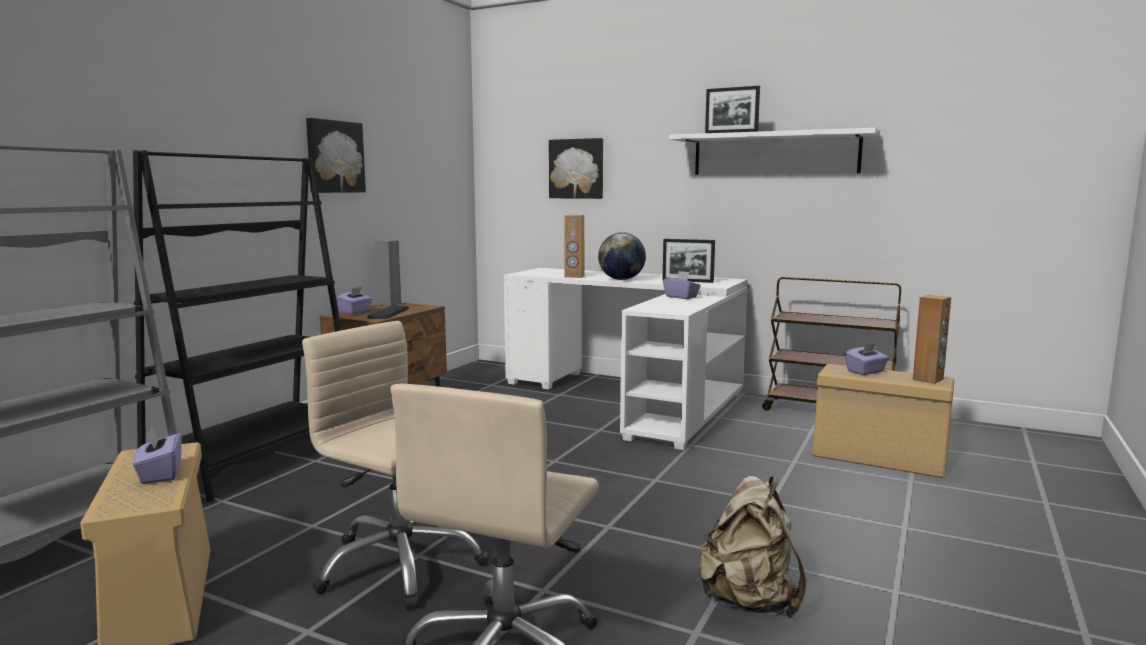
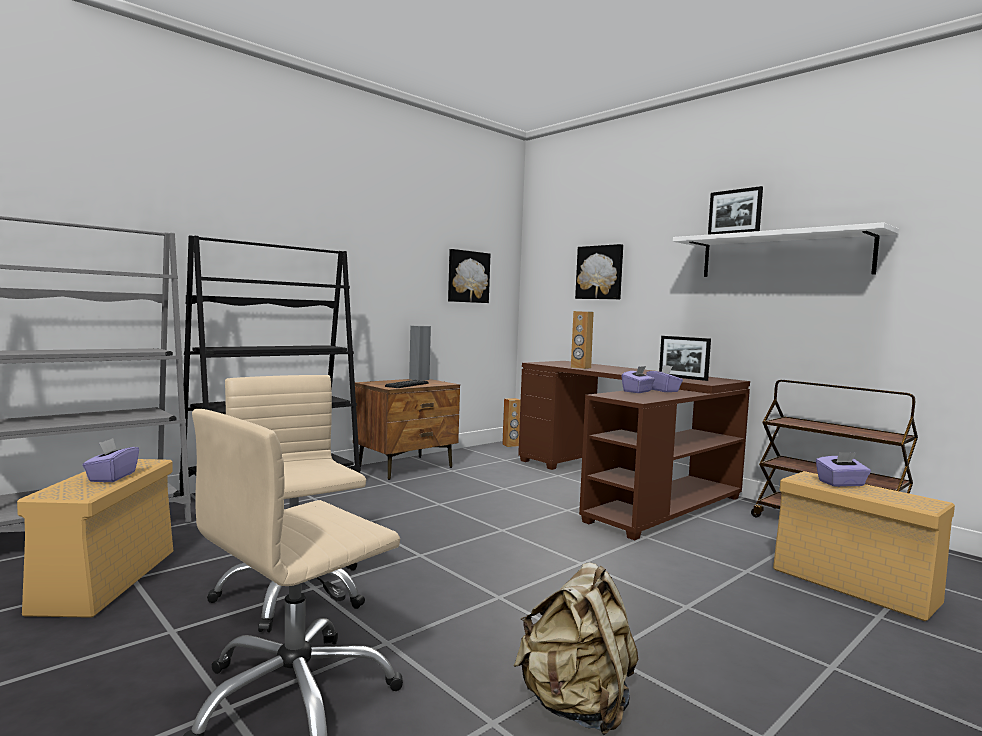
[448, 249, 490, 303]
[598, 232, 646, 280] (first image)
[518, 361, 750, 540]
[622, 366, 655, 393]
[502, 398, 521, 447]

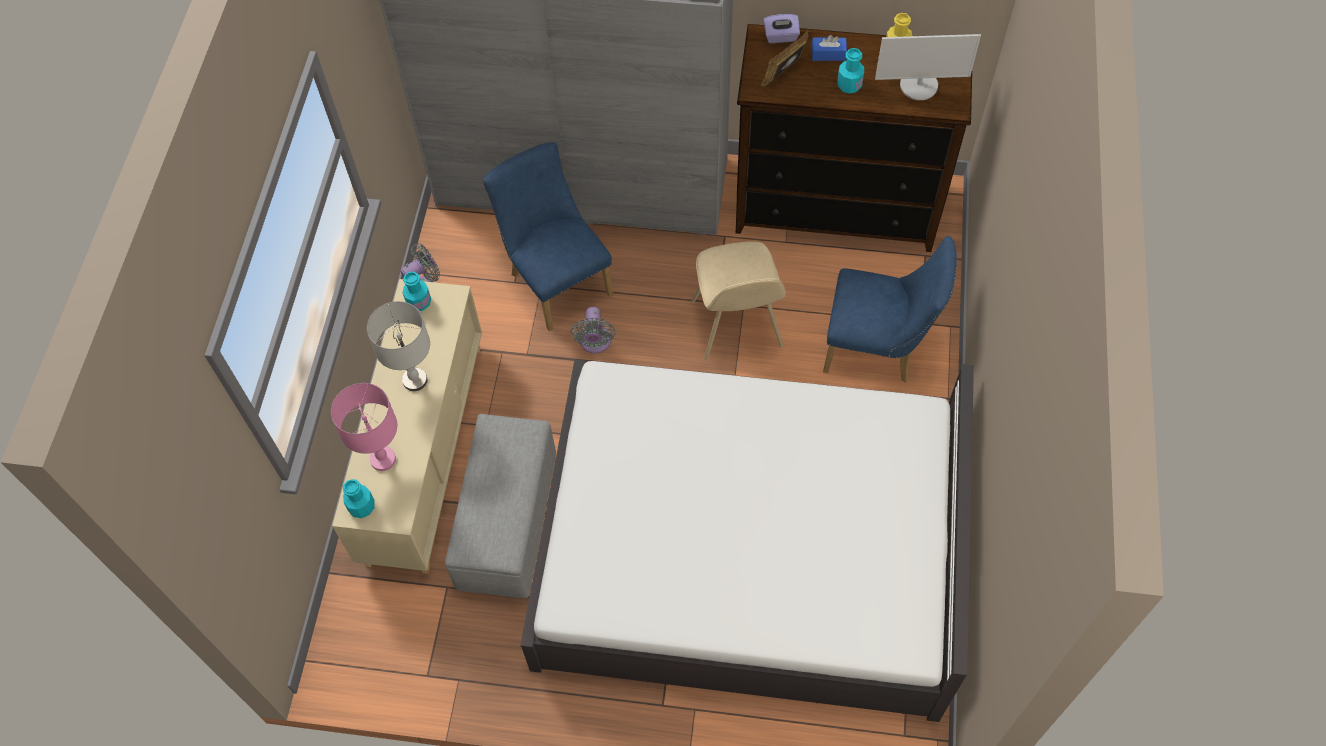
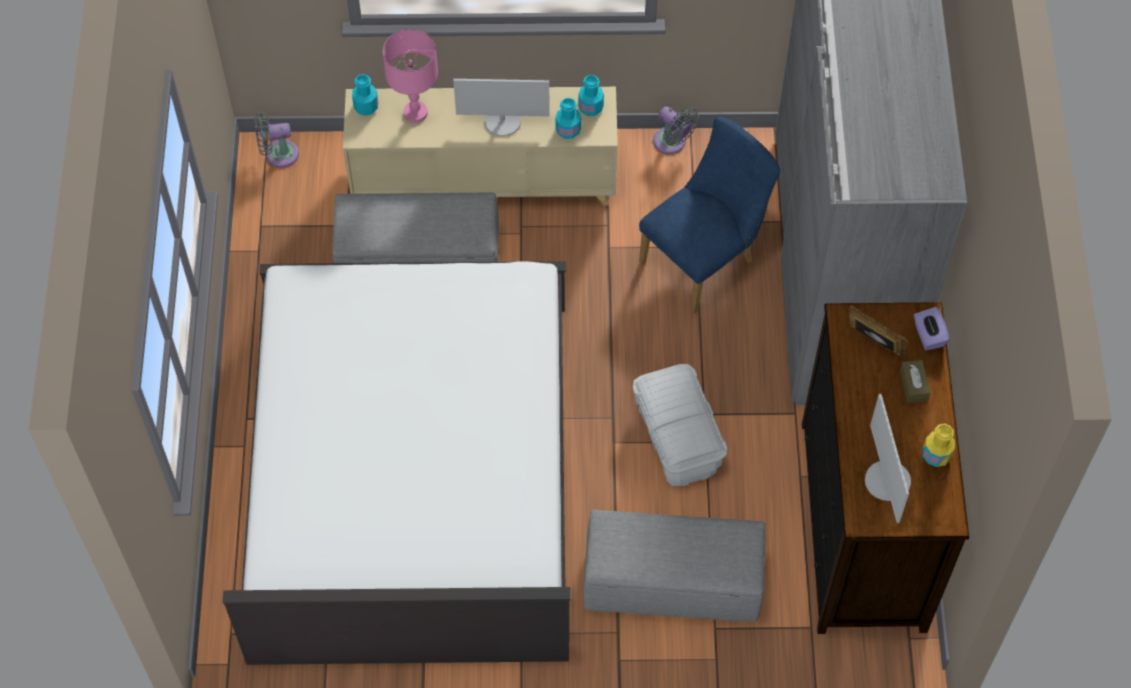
[900, 360, 930, 403]
[556, 98, 581, 139]
[583, 510, 766, 622]
[633, 364, 727, 486]
[453, 79, 550, 136]
[254, 111, 299, 167]

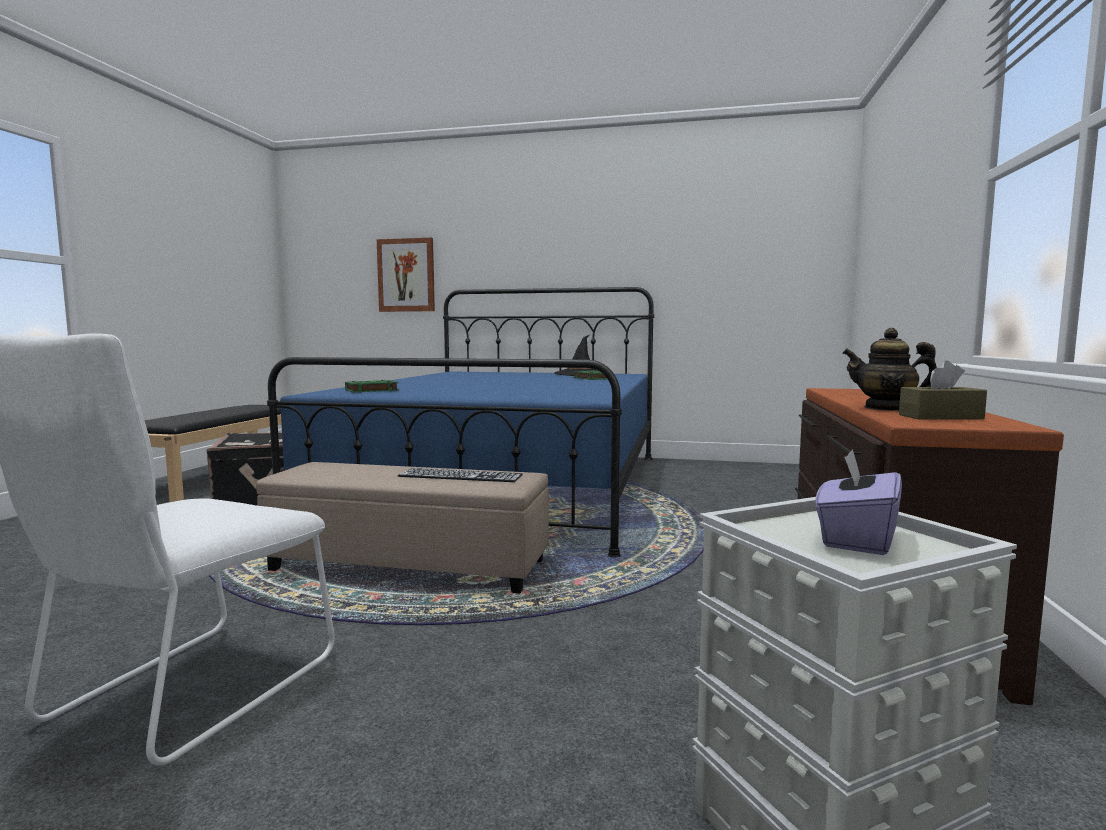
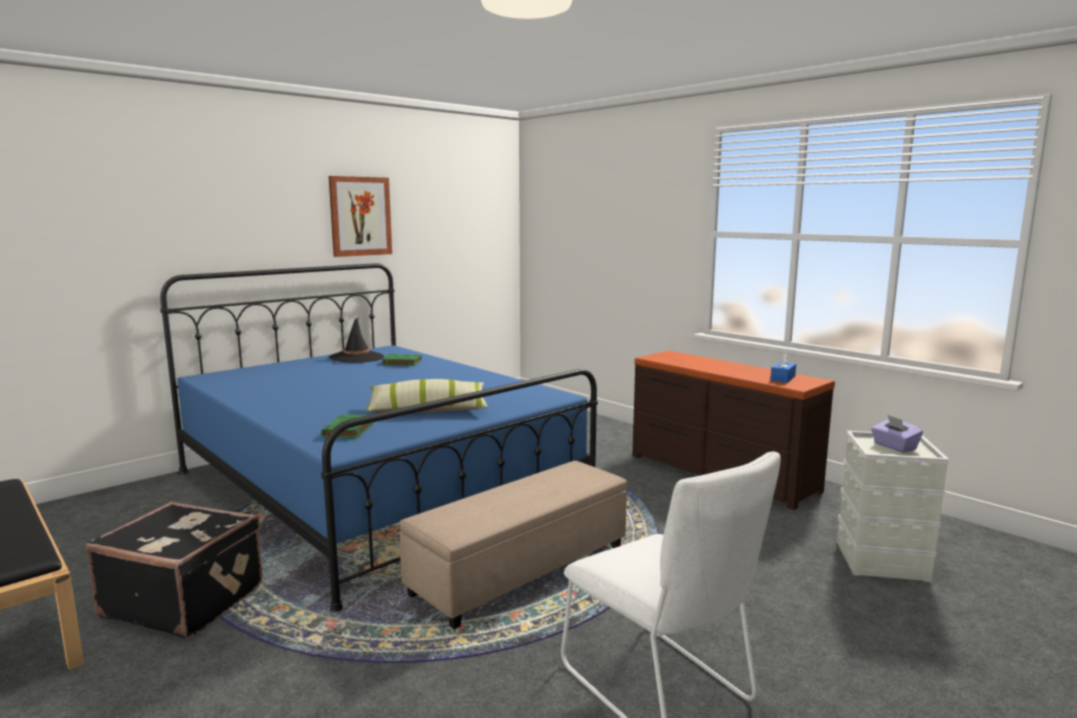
[329, 176, 392, 257]
[842, 328, 937, 411] (first image)
[770, 353, 796, 383]
[398, 468, 523, 482] (first image)
[366, 379, 488, 413]

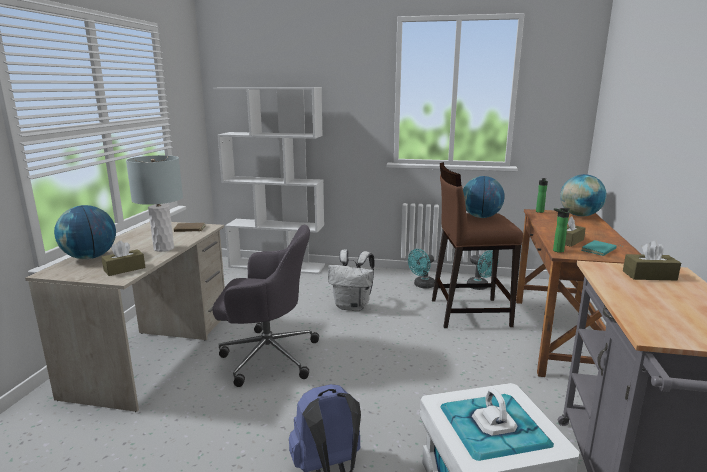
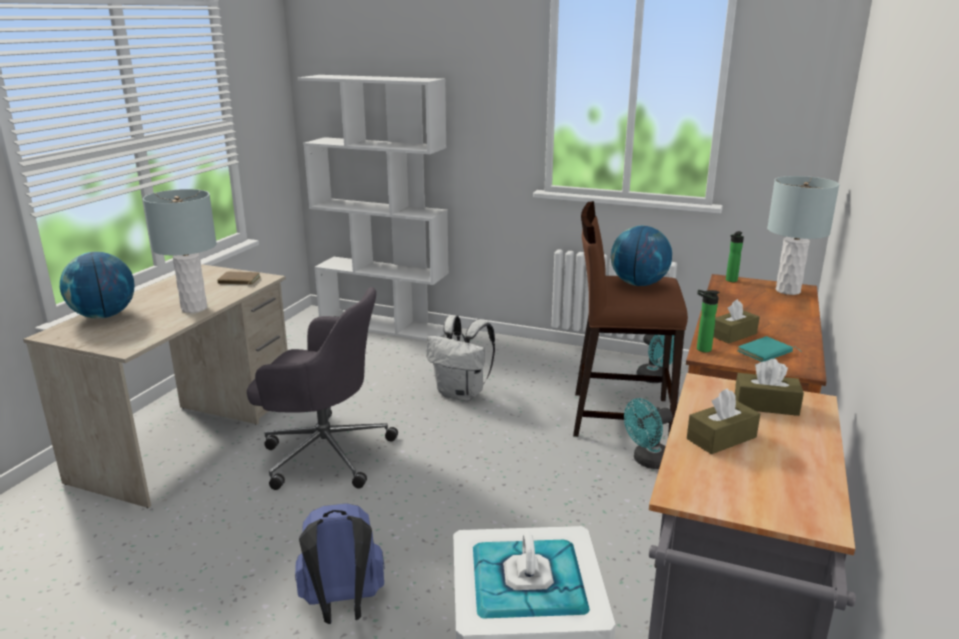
[767, 176, 839, 295]
[687, 388, 760, 454]
[624, 398, 673, 469]

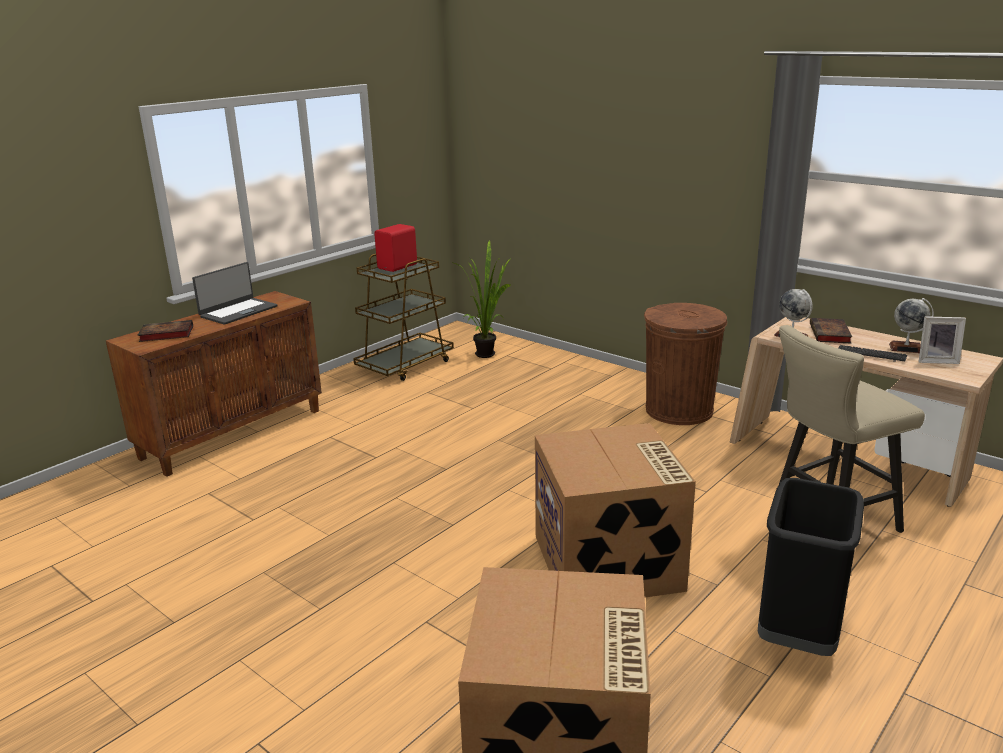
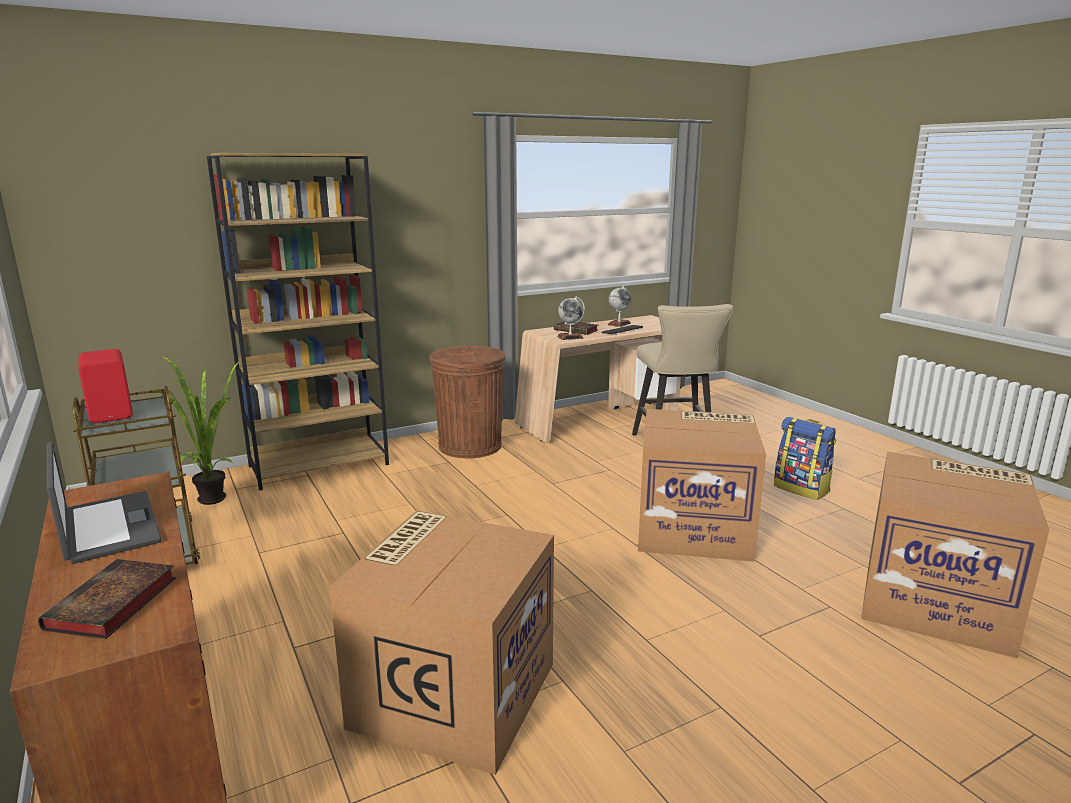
[919, 316, 966, 364] (first image)
[774, 417, 836, 500]
[207, 153, 389, 491]
[330, 511, 554, 775]

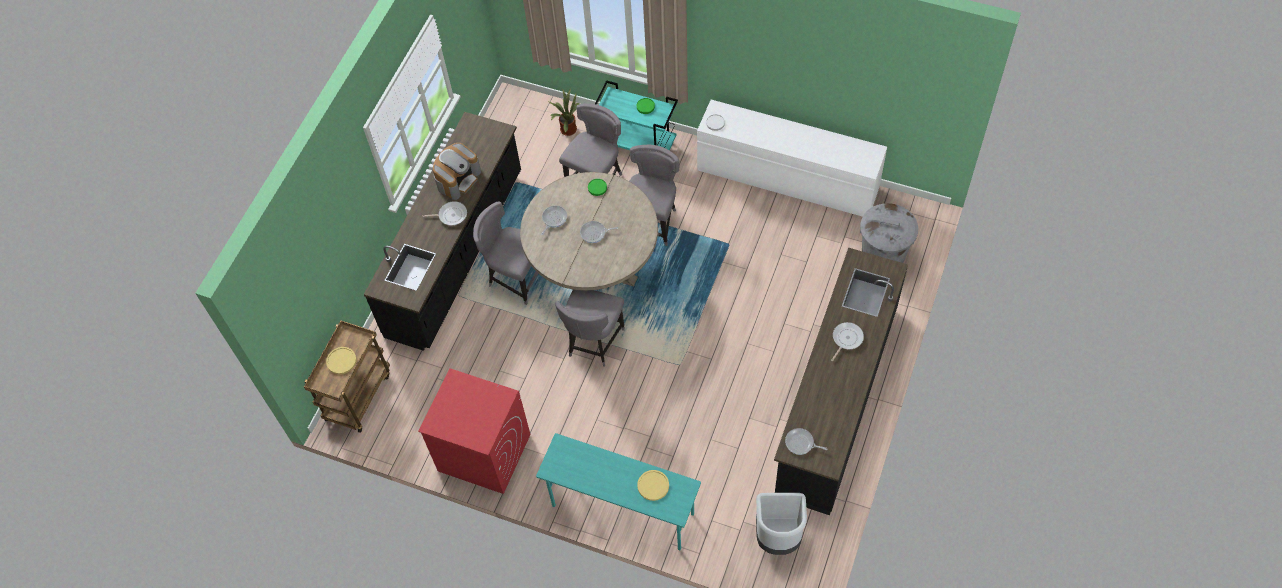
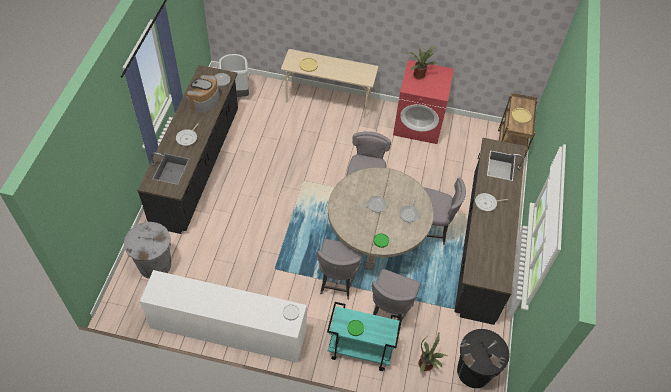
[187, 75, 220, 113]
[281, 49, 379, 118]
[407, 45, 437, 80]
[457, 329, 510, 388]

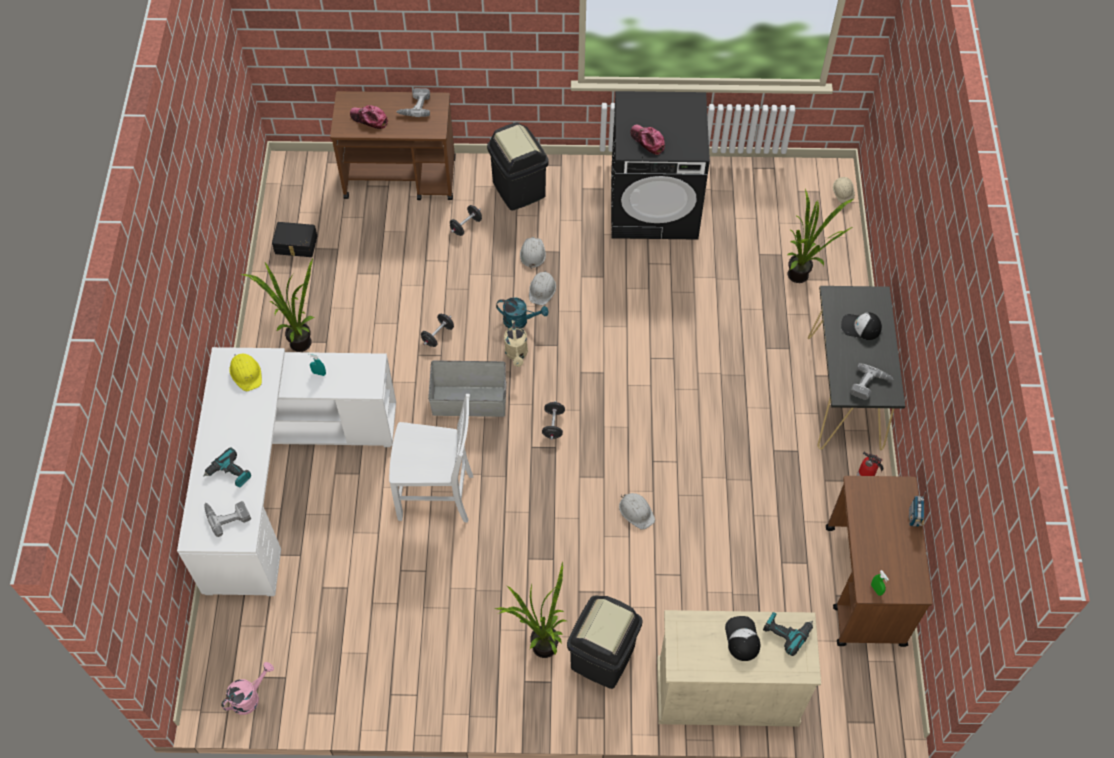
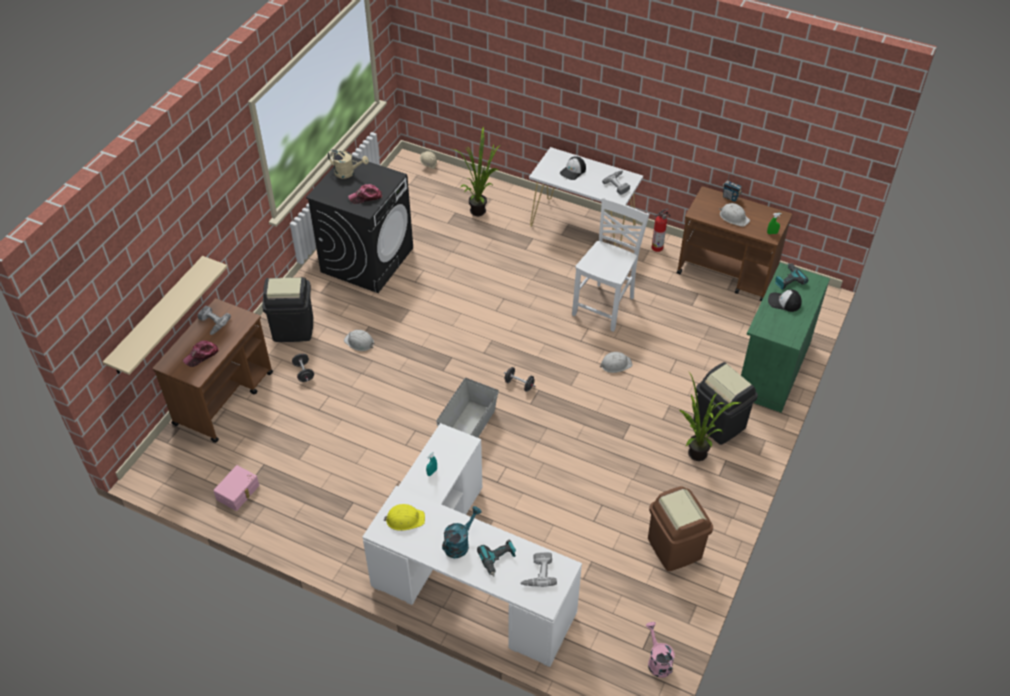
[213, 465, 259, 511]
[240, 259, 314, 352] (first image)
[719, 203, 750, 227]
[529, 147, 643, 248]
[442, 506, 482, 558]
[421, 314, 454, 347] (first image)
[328, 150, 369, 179]
[572, 197, 650, 332]
[741, 263, 830, 413]
[103, 256, 228, 375]
[648, 486, 713, 571]

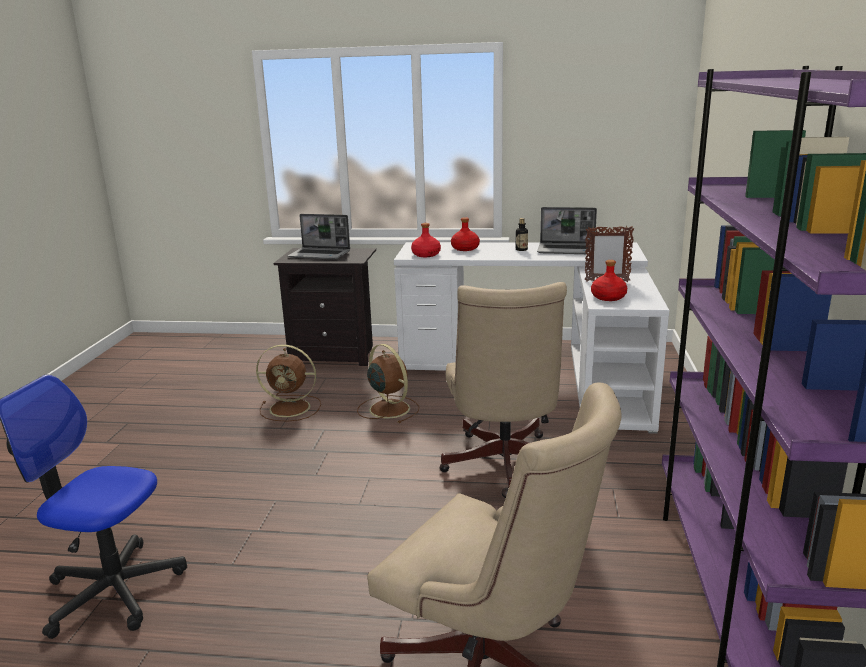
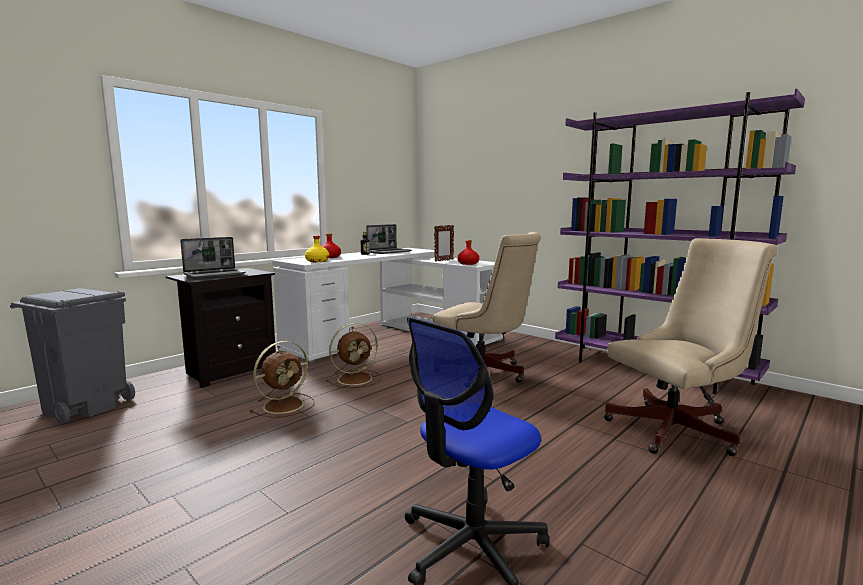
[305, 236, 329, 262]
[326, 323, 381, 388]
[10, 288, 135, 424]

